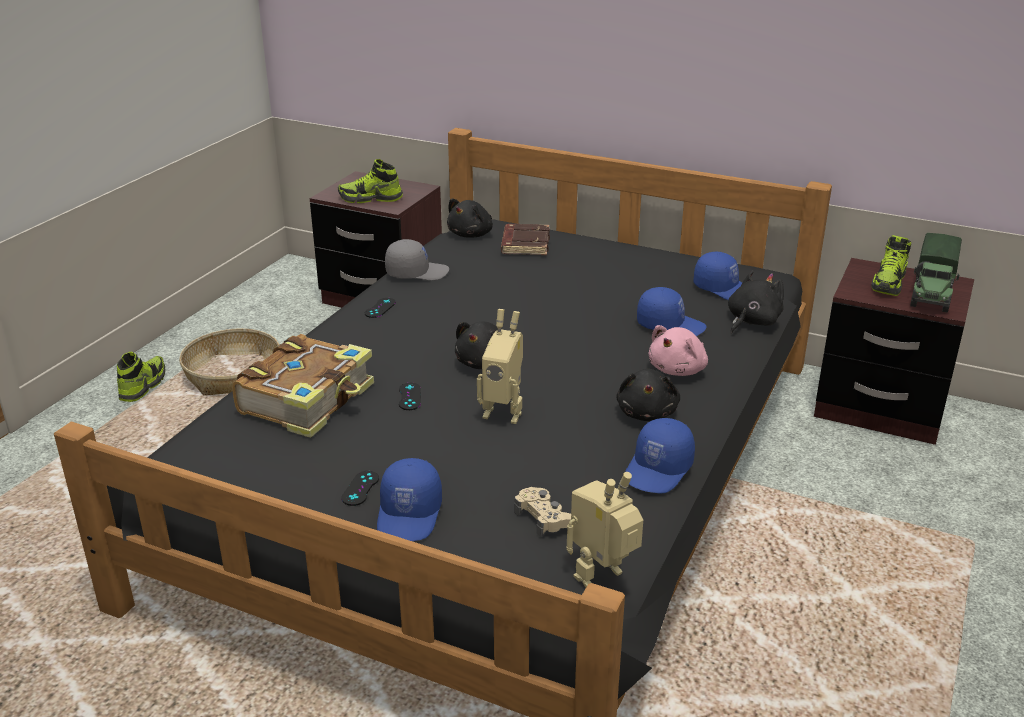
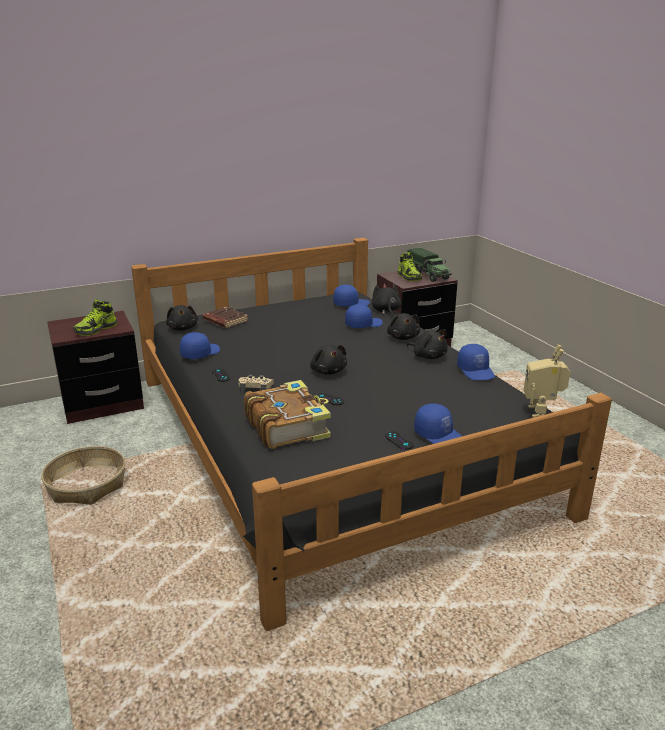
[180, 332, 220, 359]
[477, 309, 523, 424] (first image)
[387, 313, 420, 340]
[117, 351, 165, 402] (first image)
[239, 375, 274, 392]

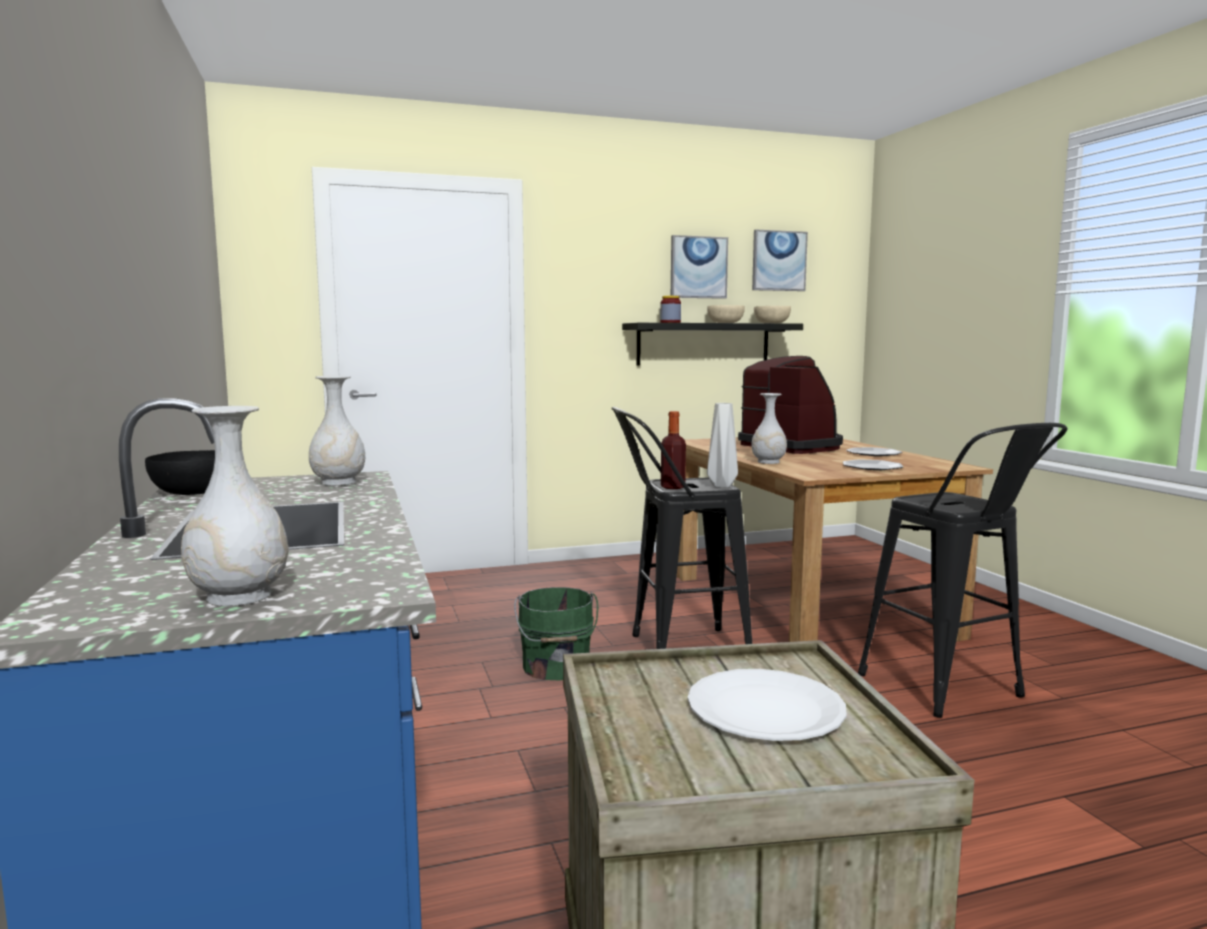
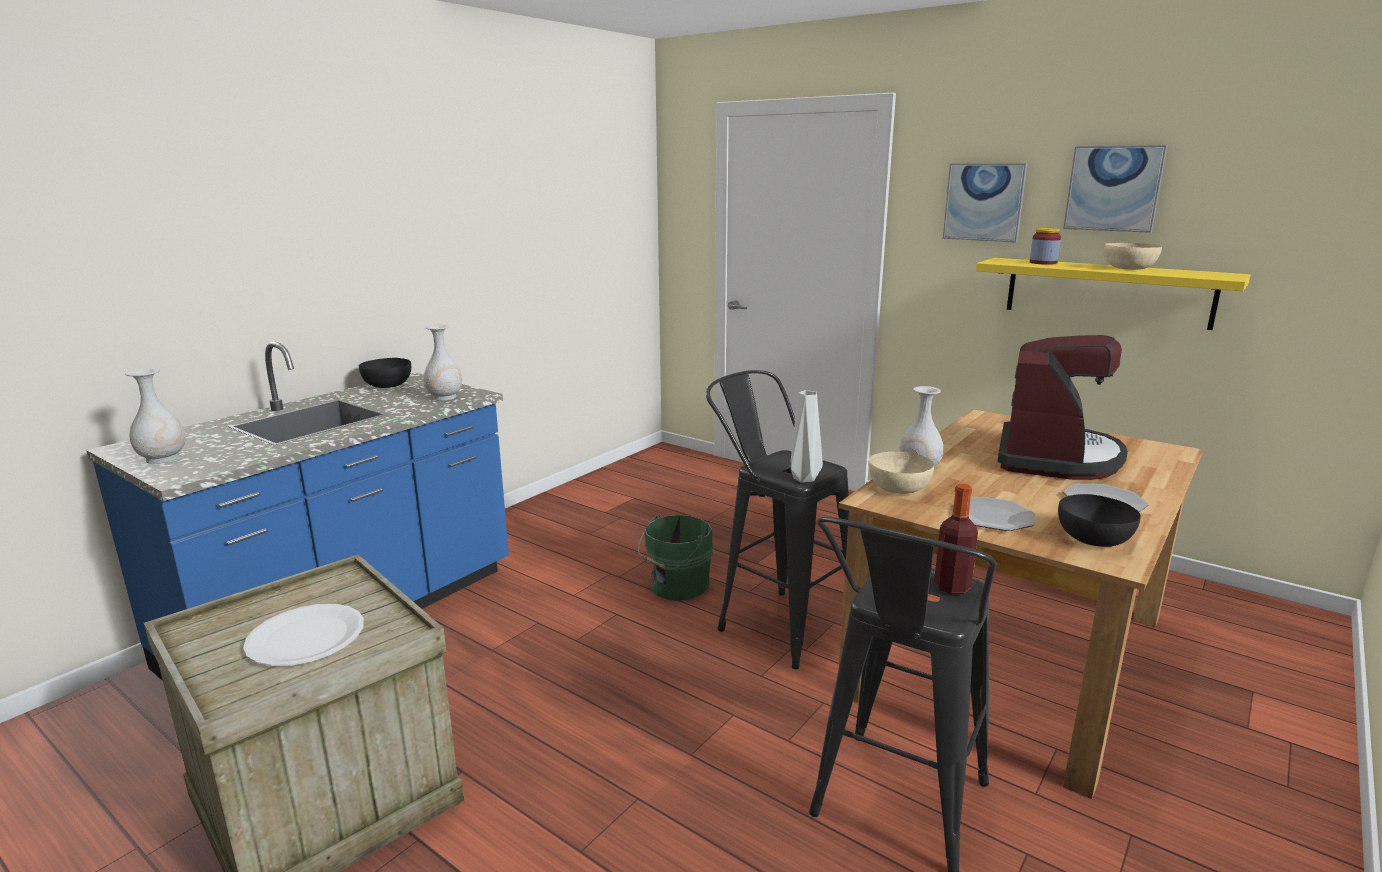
[943, 163, 1027, 243]
[868, 451, 934, 494]
[976, 258, 1250, 330]
[934, 484, 978, 594]
[1058, 494, 1141, 547]

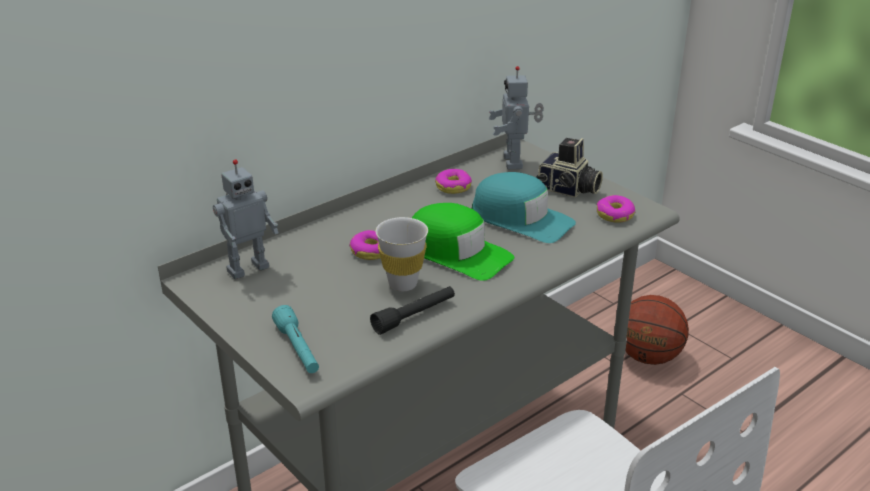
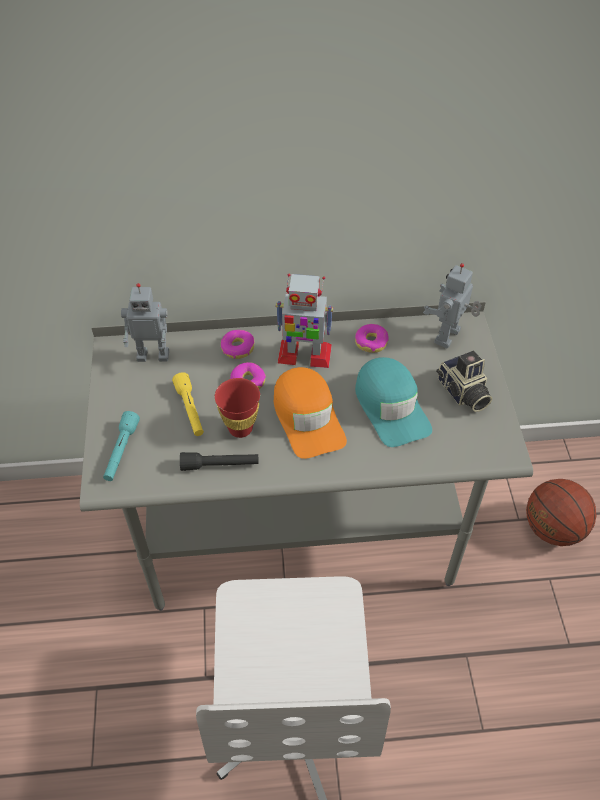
[221, 330, 255, 359]
[274, 367, 347, 459]
[215, 378, 260, 438]
[276, 274, 333, 368]
[172, 372, 204, 436]

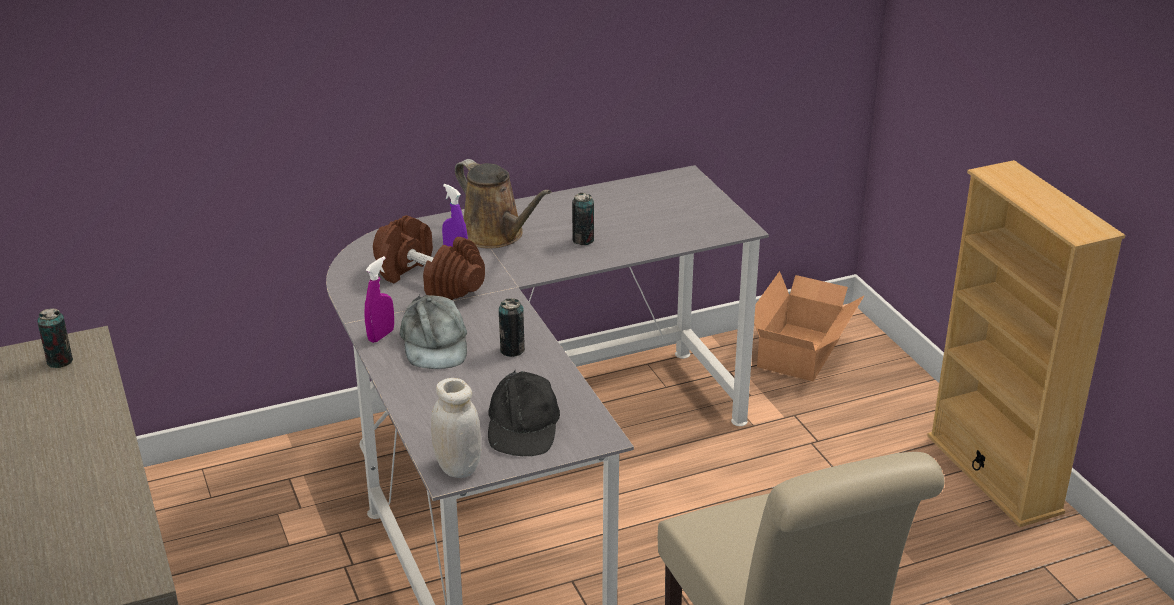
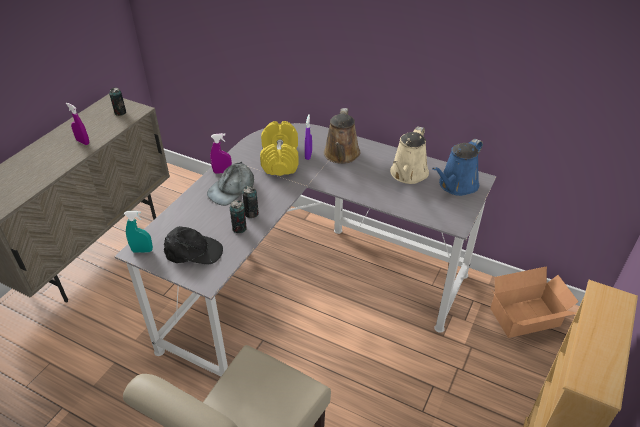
[230, 200, 247, 233]
[260, 121, 299, 176]
[164, 226, 223, 264]
[124, 211, 153, 253]
[66, 103, 89, 145]
[390, 126, 429, 184]
[432, 139, 483, 196]

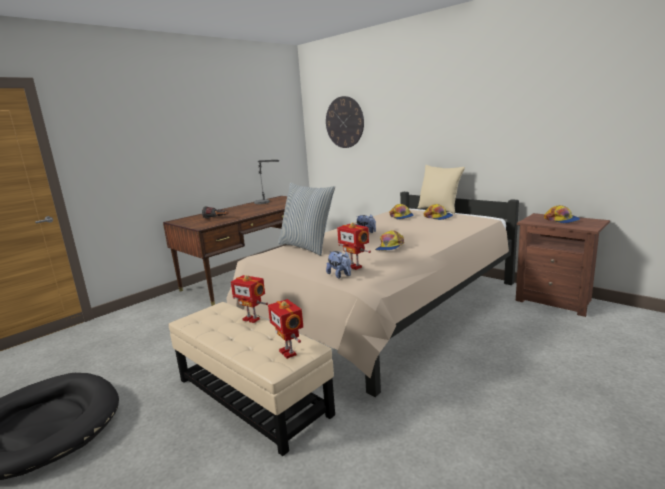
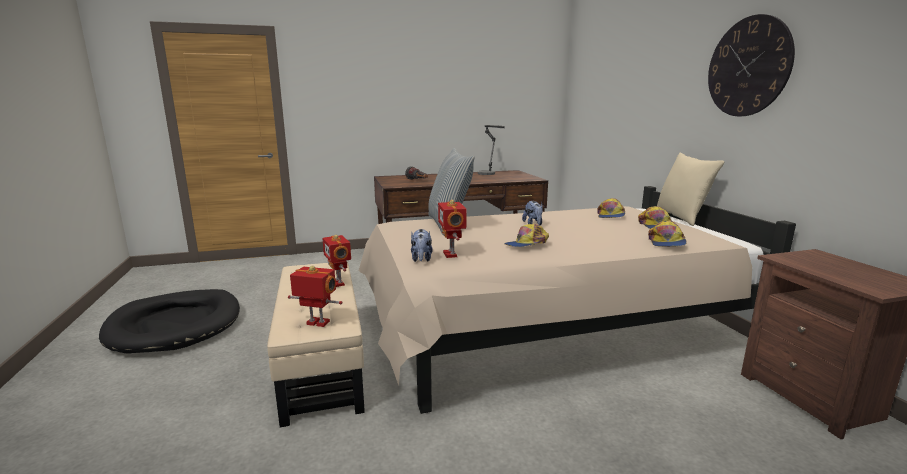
[708, 14, 795, 116]
[648, 221, 687, 247]
[288, 266, 342, 327]

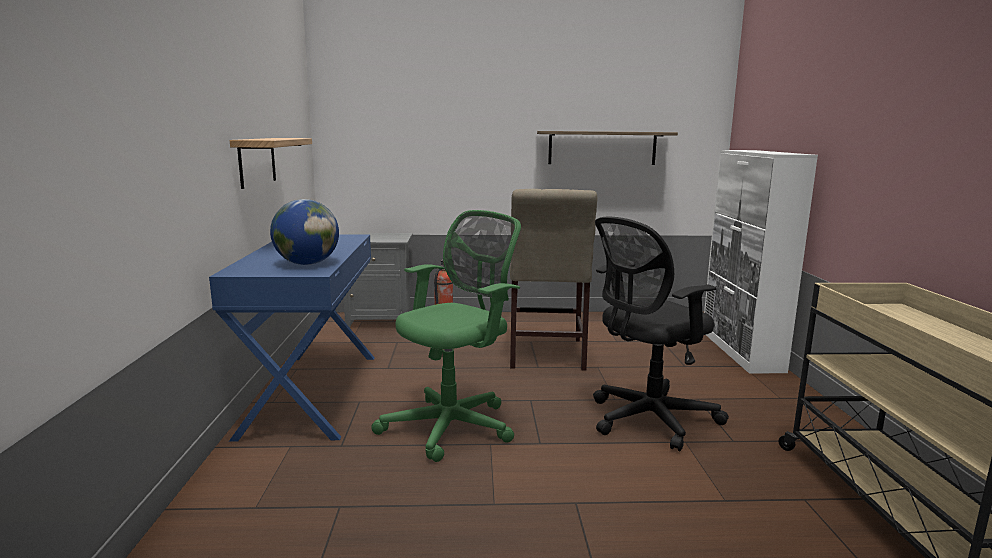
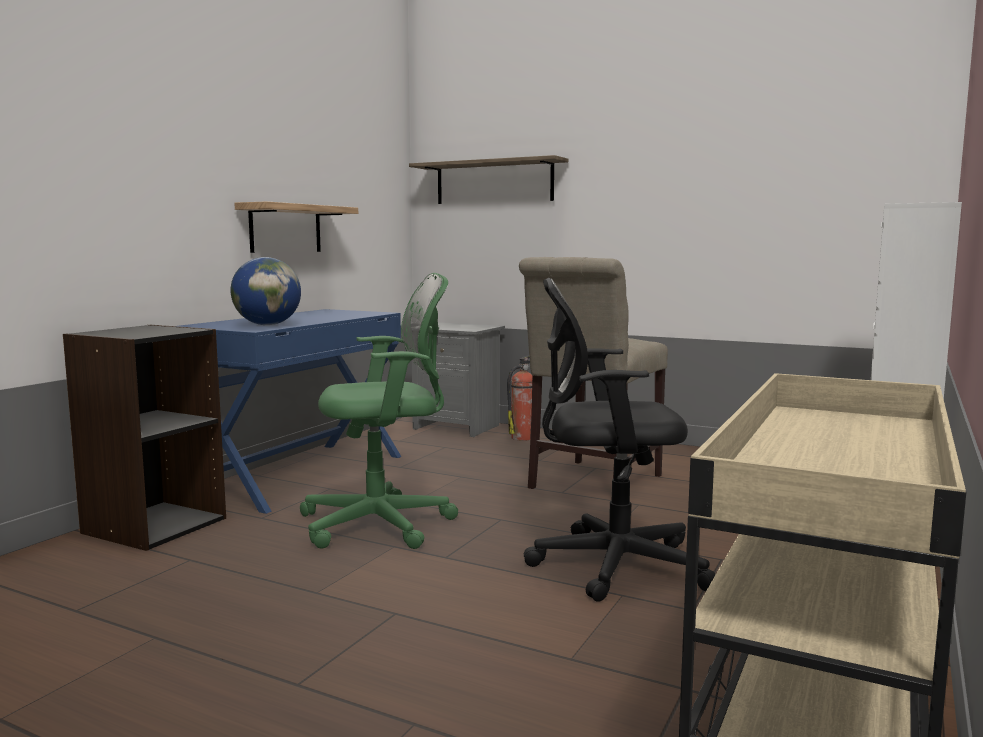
[409, 155, 568, 204]
[63, 325, 226, 551]

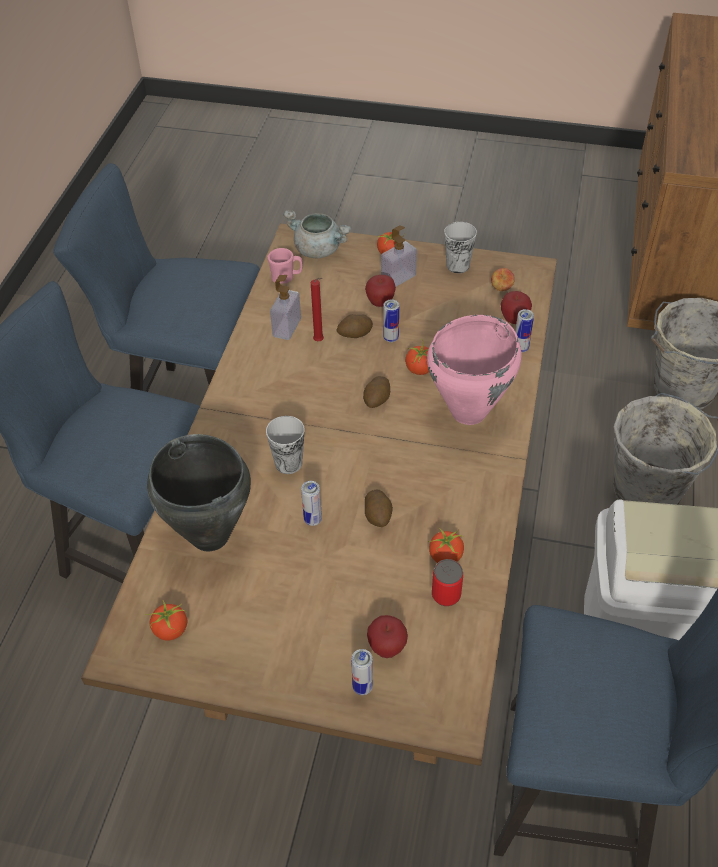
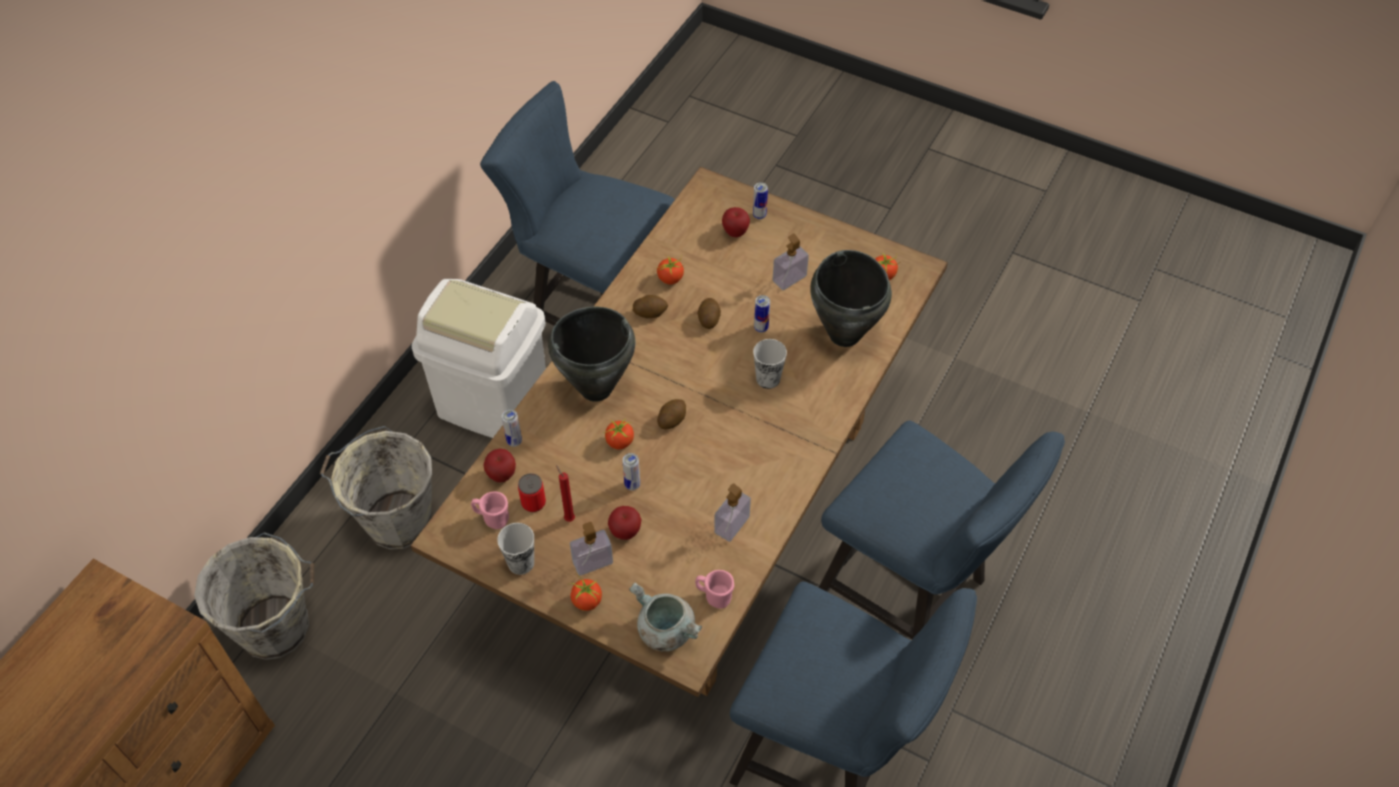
[471, 491, 509, 529]
[556, 465, 575, 522]
[633, 295, 668, 318]
[548, 307, 636, 402]
[518, 473, 546, 512]
[773, 234, 809, 290]

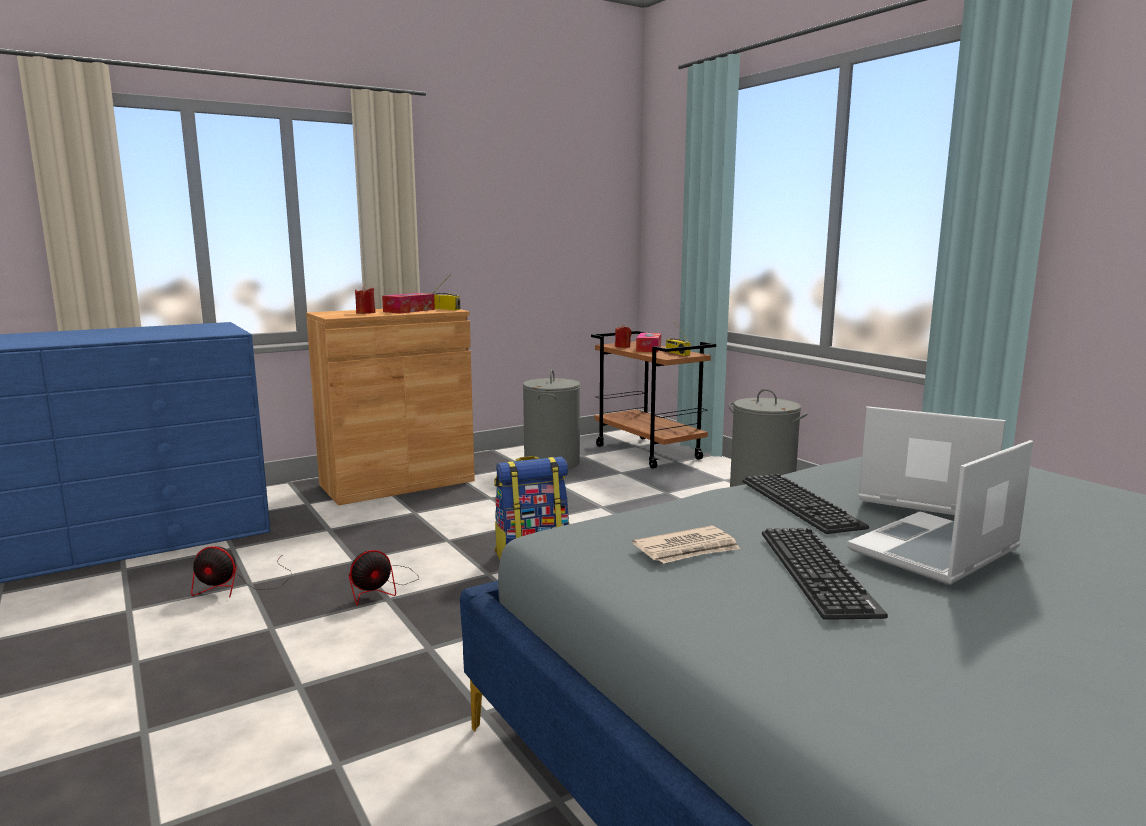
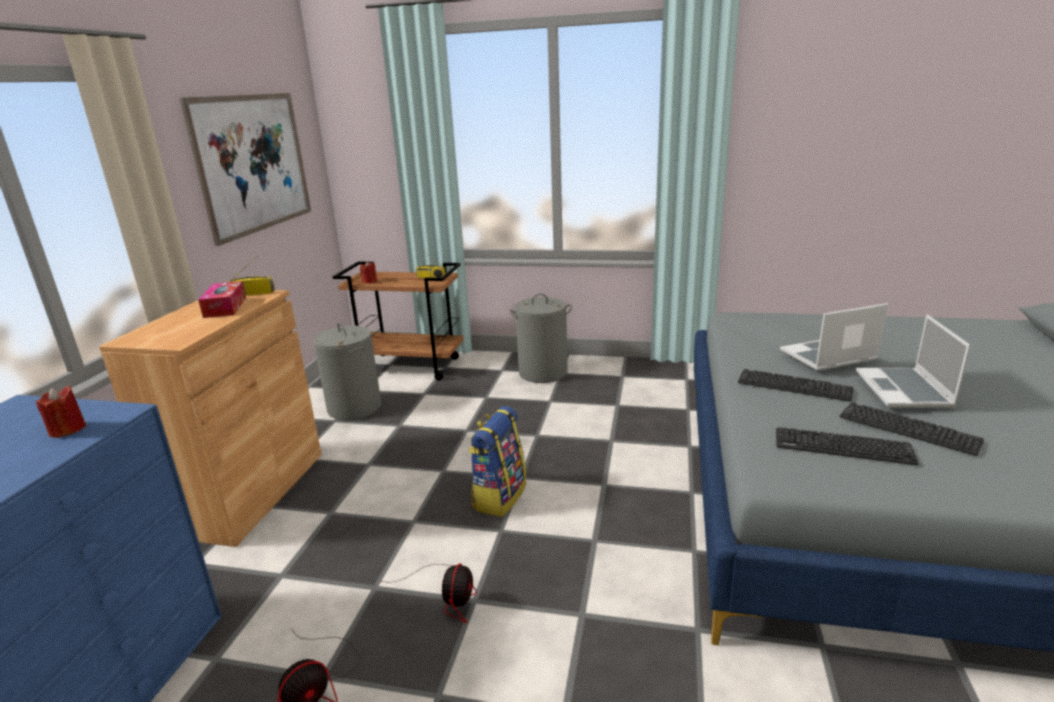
[36, 386, 86, 438]
[636, 333, 661, 352] (first image)
[776, 427, 919, 465]
[180, 93, 311, 246]

